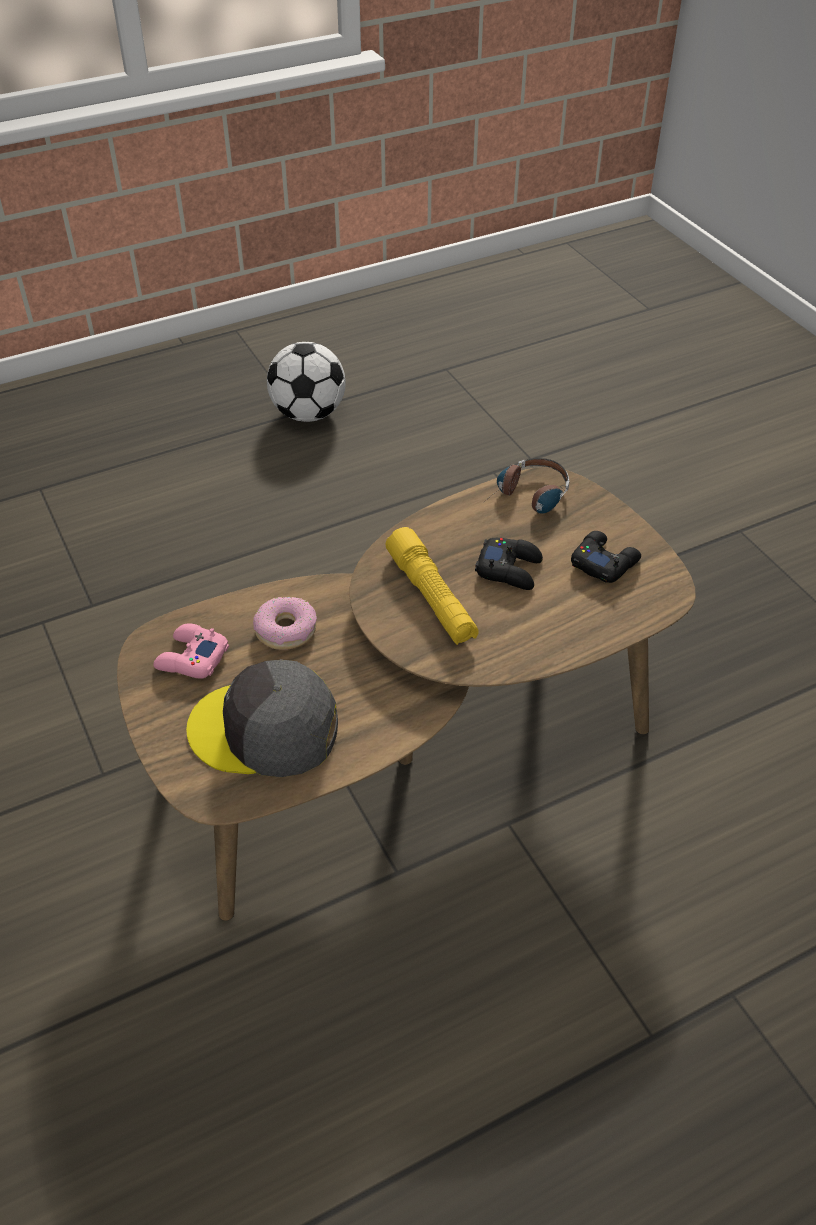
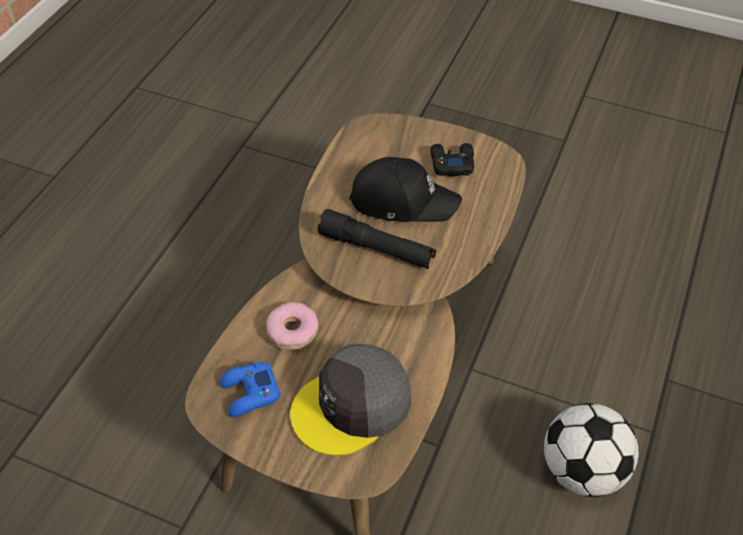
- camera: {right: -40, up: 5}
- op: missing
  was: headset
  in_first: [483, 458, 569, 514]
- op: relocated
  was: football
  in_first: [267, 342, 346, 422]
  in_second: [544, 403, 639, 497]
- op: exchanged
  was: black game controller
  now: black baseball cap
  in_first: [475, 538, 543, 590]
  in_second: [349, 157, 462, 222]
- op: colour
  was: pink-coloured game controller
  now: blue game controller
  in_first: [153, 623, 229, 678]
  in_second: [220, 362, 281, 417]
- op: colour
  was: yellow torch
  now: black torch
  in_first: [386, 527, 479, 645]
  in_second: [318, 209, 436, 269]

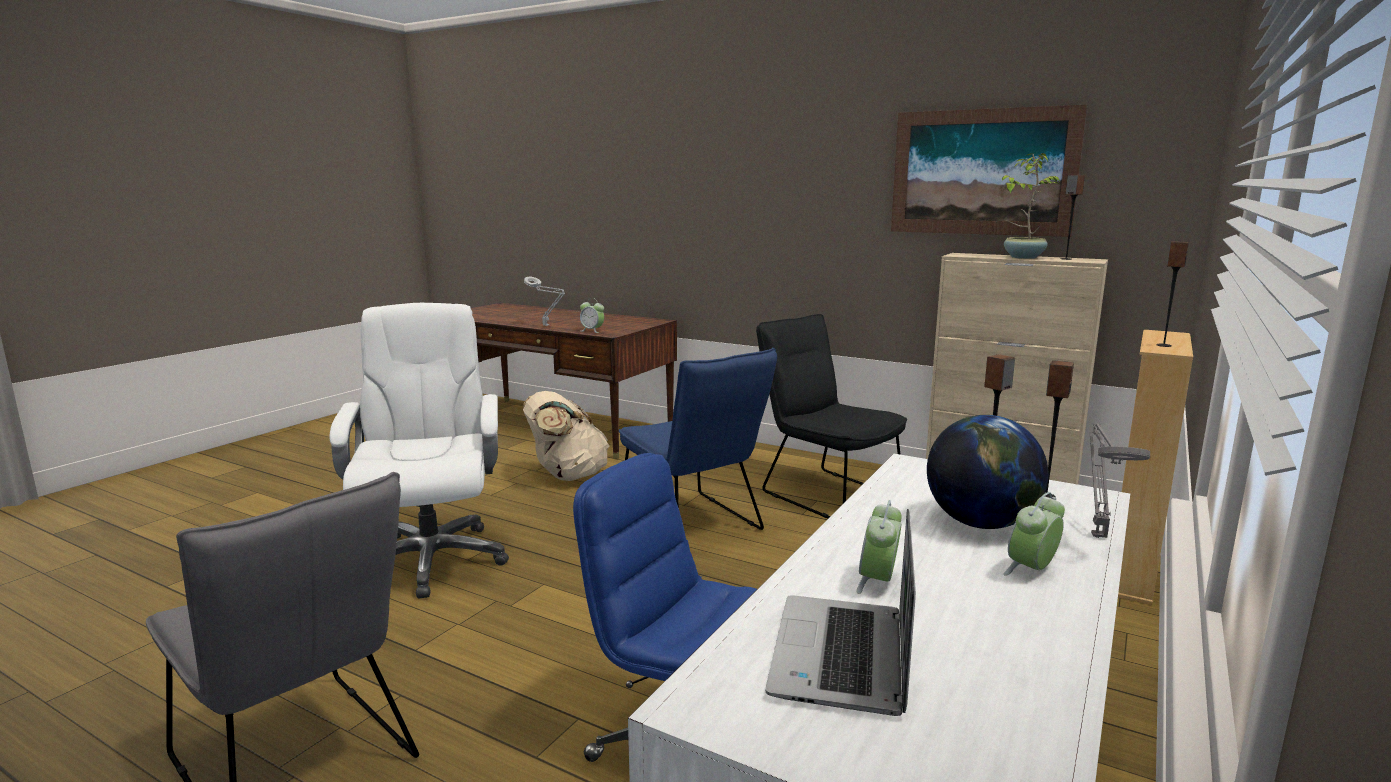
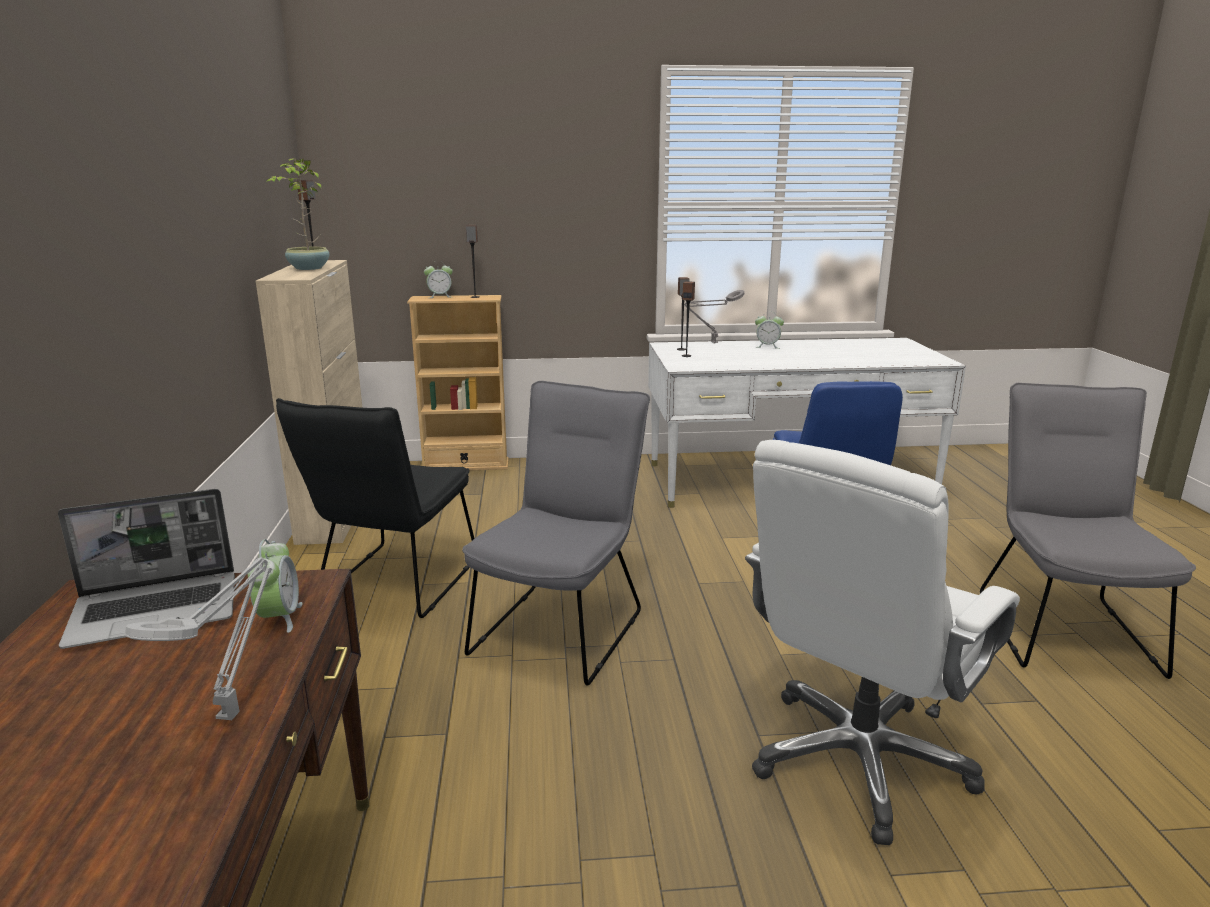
- camera: {right: -125, up: 5}
- op: missing
  was: beige-coloured rucksack
  in_first: [523, 391, 610, 481]
- op: missing
  was: wall art
  in_first: [891, 105, 1087, 237]
- op: missing
  was: world globe
  in_first: [927, 415, 1048, 529]
- op: relocated
  was: portable computer
  in_first: [765, 509, 916, 716]
  in_second: [58, 489, 235, 649]
- op: relocated
  was: bedside clock
  in_first: [856, 500, 902, 594]
  in_second: [424, 261, 453, 298]
- op: colour
  was: blue plain chair
  now: greyish plain chair
  in_first: [619, 348, 777, 530]
  in_second: [462, 381, 650, 686]

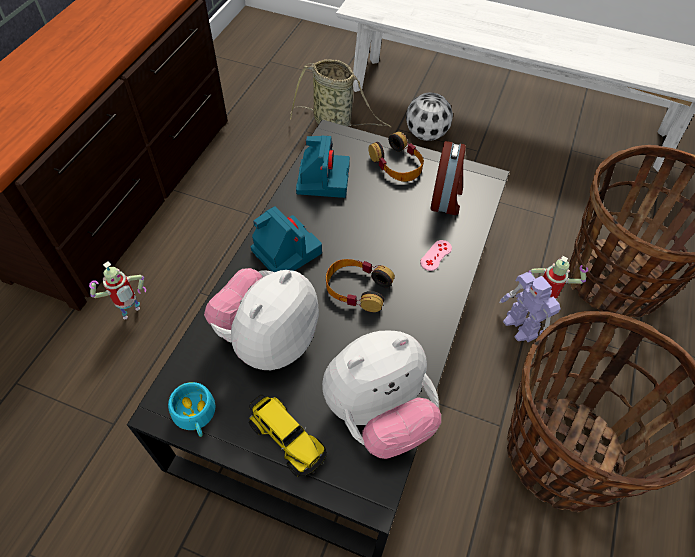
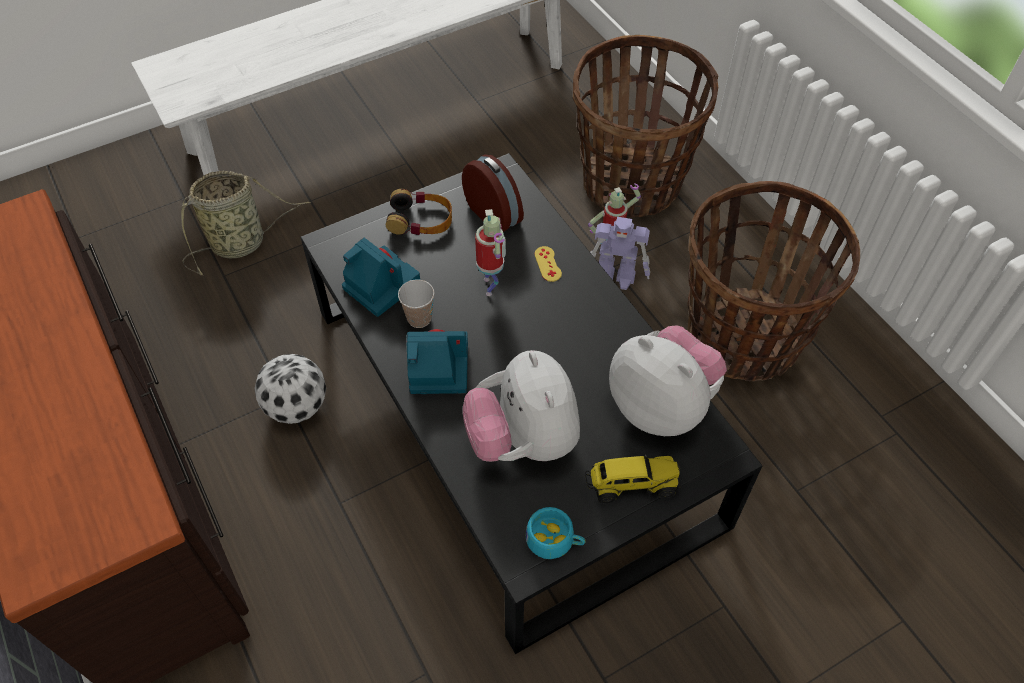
- camera: {right: -50, up: 0}
- op: missing
  was: headset
  in_first: [326, 259, 395, 312]
- op: appeared
  now: cup
  in_second: [398, 280, 434, 328]
- op: relocated
  was: model robot
  in_first: [89, 261, 146, 320]
  in_second: [475, 209, 506, 296]
- op: relocated
  was: football
  in_first: [406, 93, 453, 141]
  in_second: [254, 354, 326, 424]
- op: colour
  was: pink-coloured game controller
  now: yellow game controller
  in_first: [420, 240, 452, 271]
  in_second: [534, 246, 562, 282]
- op: spun
  was: plush toy
  in_first: [322, 330, 441, 459]
  in_second: [609, 325, 727, 436]
  clockwise: -60

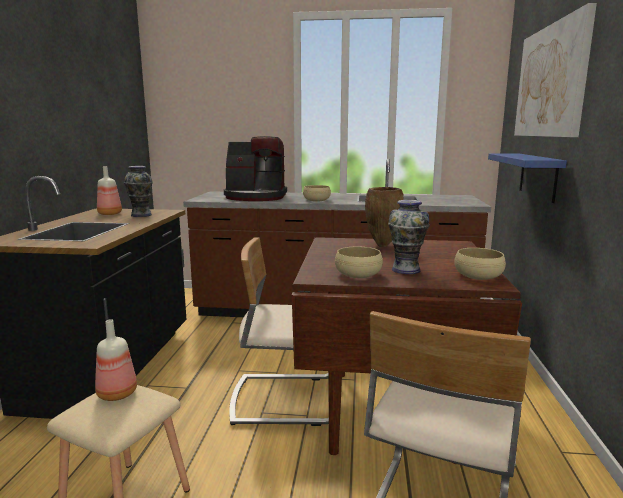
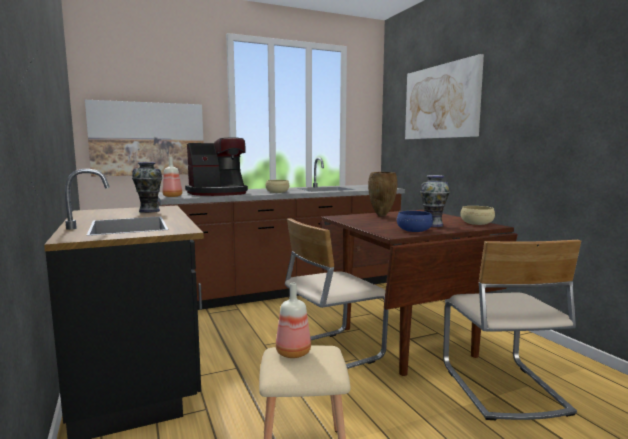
- camera: {right: -30, up: -5}
- op: missing
  was: blue wall shelf
  in_first: [488, 153, 567, 203]
- op: appeared
  now: wall art
  in_second: [85, 100, 204, 176]
- op: relocated
  was: drink bottle
  in_first: [97, 166, 122, 215]
  in_second: [162, 157, 182, 197]
- op: colour
  was: beige-coloured bowl
  now: blue bowl
  in_first: [335, 246, 383, 278]
  in_second: [397, 211, 433, 232]

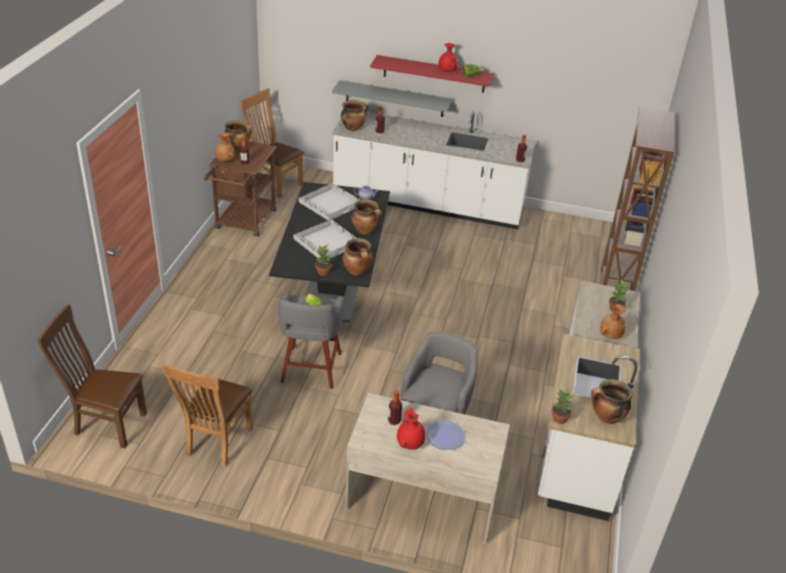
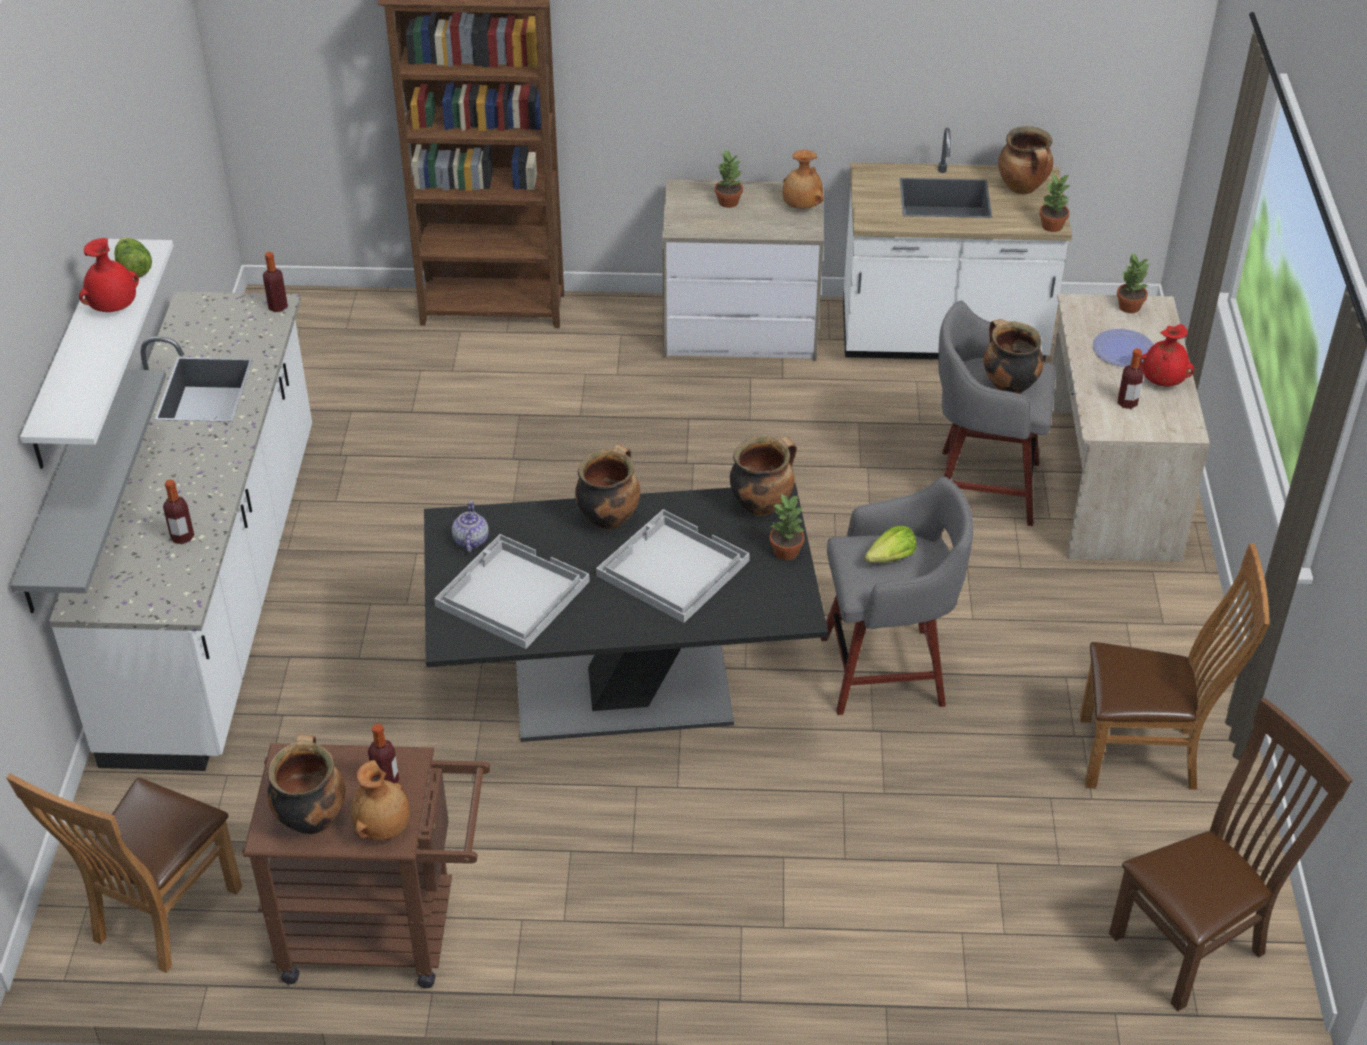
- camera: {right: -100, up: 5}
- op: appeared
  now: plant in a pot
  in_second: [1117, 252, 1150, 313]
- op: relocated
  was: cooking pot
  in_first: [341, 100, 369, 131]
  in_second: [983, 319, 1044, 394]
- op: colour
  was: red wall shelf
  now: white wall shelf
  in_first: [370, 55, 495, 93]
  in_second: [20, 239, 173, 469]
- op: spun
  was: brownish plain chair
  in_first: [37, 304, 147, 448]
  in_second: [1109, 698, 1353, 1011]
  clockwise: -120

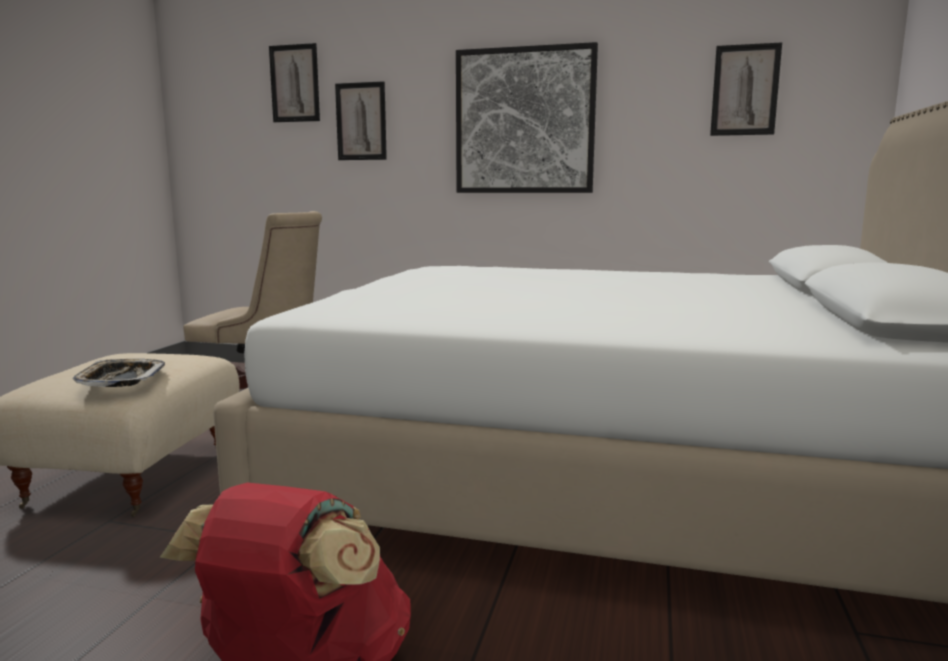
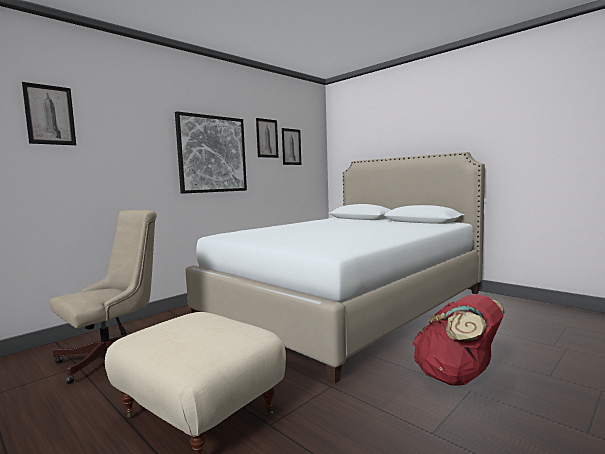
- camera: {right: -60, up: -5}
- op: missing
  was: tray
  in_first: [73, 359, 165, 387]
- op: relocated
  was: wall art
  in_first: [335, 81, 387, 160]
  in_second: [256, 118, 279, 158]

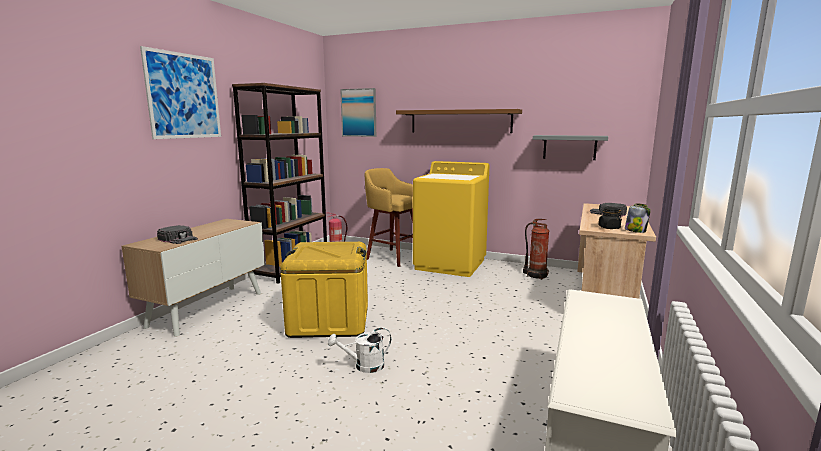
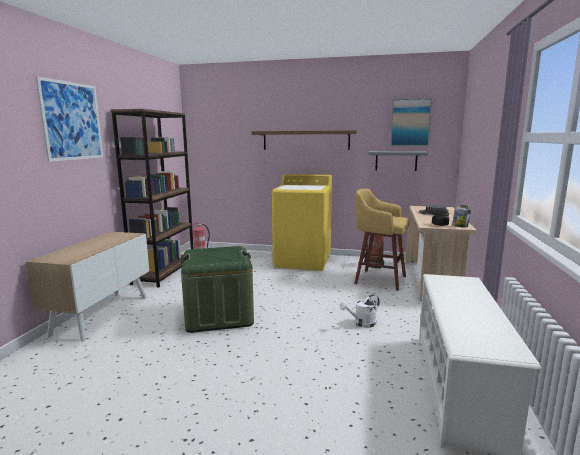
- camera: {right: -10, up: 0}
- op: missing
  was: black baseball cap
  in_first: [157, 225, 198, 244]
- op: relocated
  was: white watering can
  in_first: [328, 328, 391, 373]
  in_second: [340, 294, 380, 328]
- op: relocated
  was: wall art
  in_first: [340, 88, 376, 137]
  in_second: [390, 98, 432, 146]
- op: relocated
  was: yellow stool
  in_first: [365, 168, 413, 267]
  in_second: [354, 189, 410, 291]
- op: colour
  was: yellow storage bin
  now: green storage bin
  in_first: [280, 242, 368, 338]
  in_second: [181, 246, 254, 333]

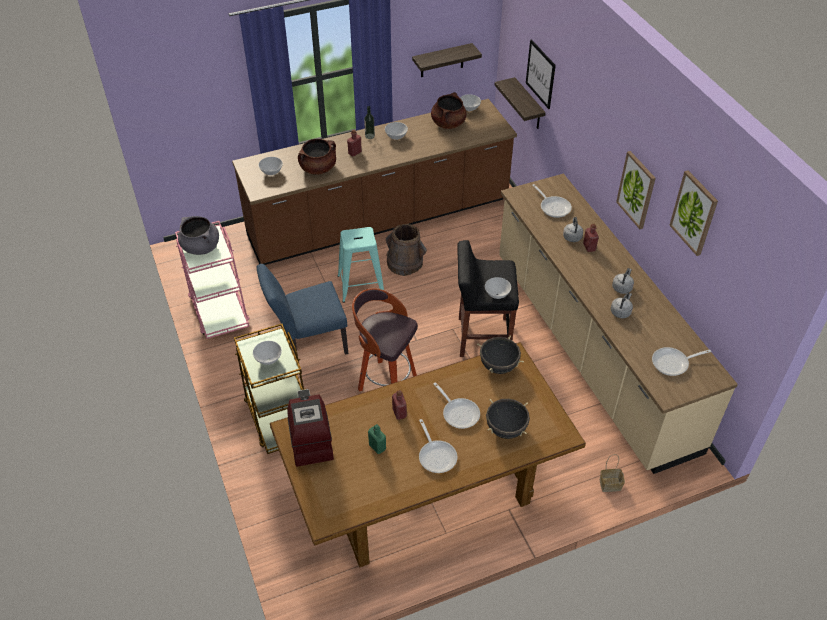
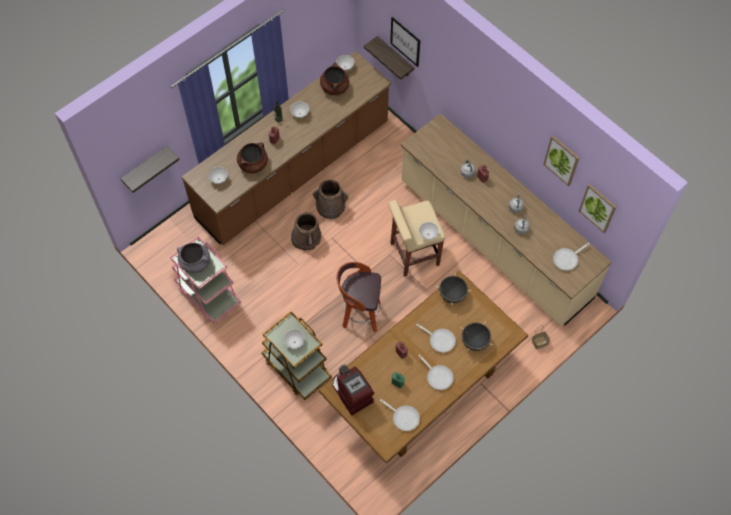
- camera: {right: -20, up: 15}
- op: missing
  was: blue plain chair
  in_first: [257, 264, 348, 355]
- op: relocated
  was: wall shelf
  in_first: [412, 43, 482, 77]
  in_second: [120, 146, 180, 193]
- op: relocated
  was: frying pan
  in_first: [532, 184, 572, 218]
  in_second: [380, 399, 420, 431]
- op: relocated
  was: wall art
  in_first: [616, 151, 656, 229]
  in_second: [579, 184, 617, 233]
- op: exchanged
  was: blue-green stool
  now: brownish bucket
  in_first: [338, 227, 384, 303]
  in_second: [291, 212, 321, 251]
- op: colour
  was: black stool
  now: beige-coloured stool
  in_first: [457, 240, 519, 357]
  in_second: [388, 200, 445, 277]

